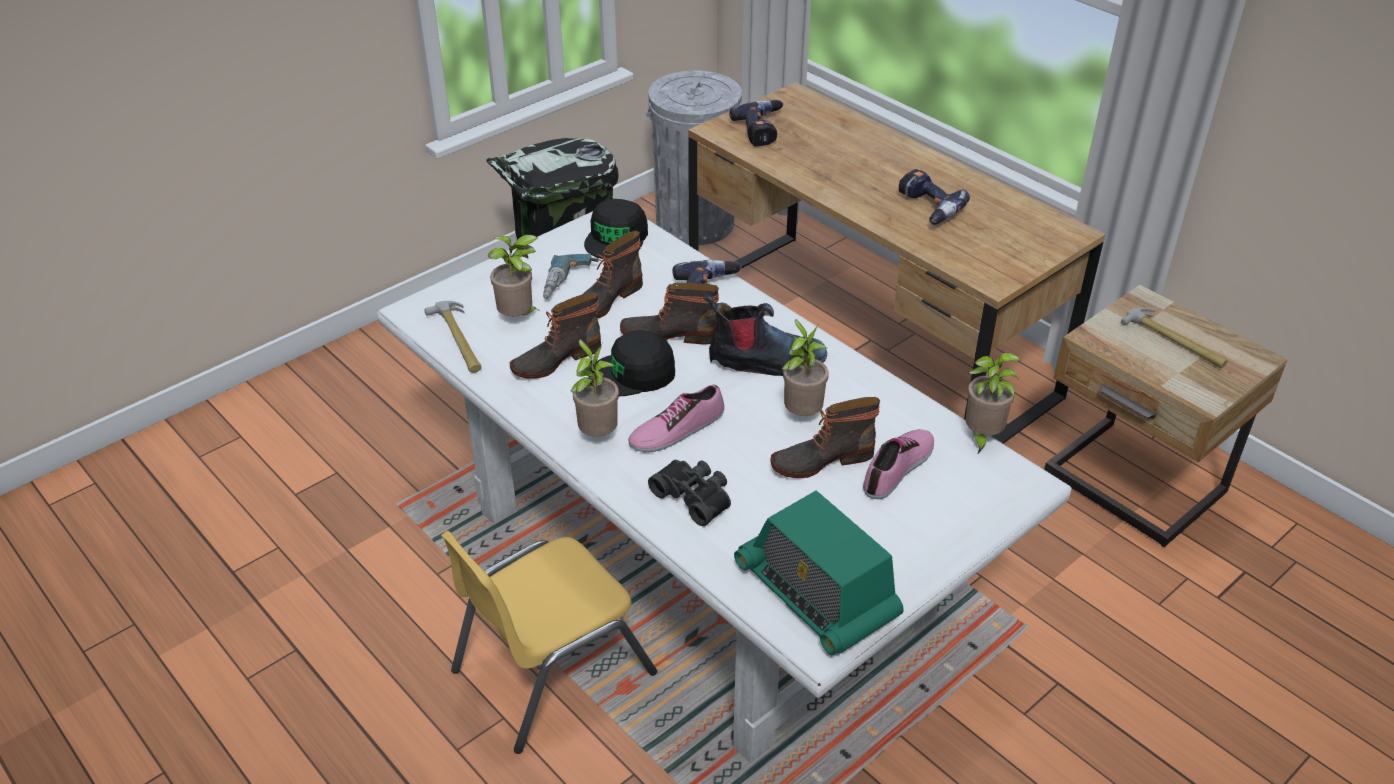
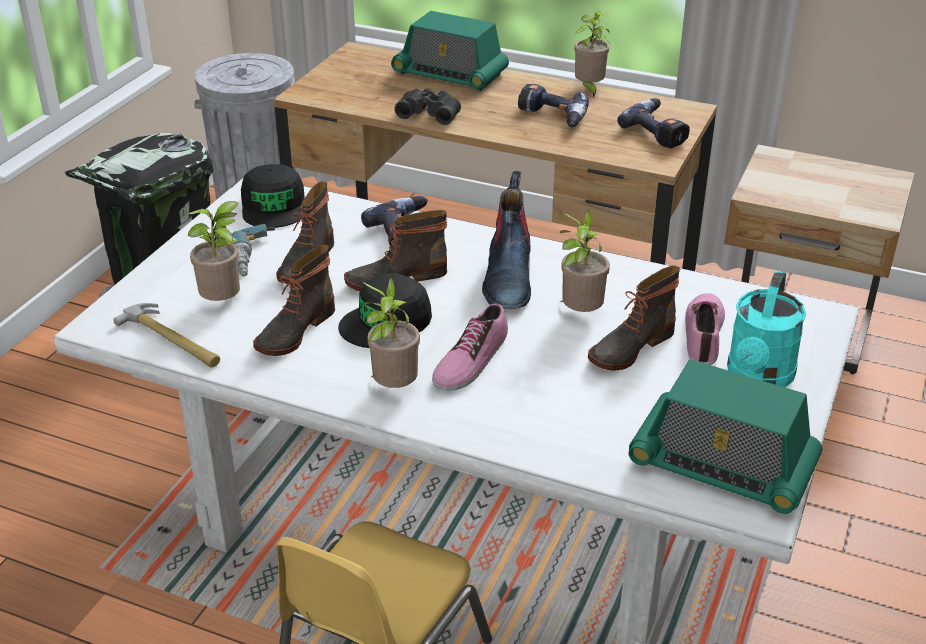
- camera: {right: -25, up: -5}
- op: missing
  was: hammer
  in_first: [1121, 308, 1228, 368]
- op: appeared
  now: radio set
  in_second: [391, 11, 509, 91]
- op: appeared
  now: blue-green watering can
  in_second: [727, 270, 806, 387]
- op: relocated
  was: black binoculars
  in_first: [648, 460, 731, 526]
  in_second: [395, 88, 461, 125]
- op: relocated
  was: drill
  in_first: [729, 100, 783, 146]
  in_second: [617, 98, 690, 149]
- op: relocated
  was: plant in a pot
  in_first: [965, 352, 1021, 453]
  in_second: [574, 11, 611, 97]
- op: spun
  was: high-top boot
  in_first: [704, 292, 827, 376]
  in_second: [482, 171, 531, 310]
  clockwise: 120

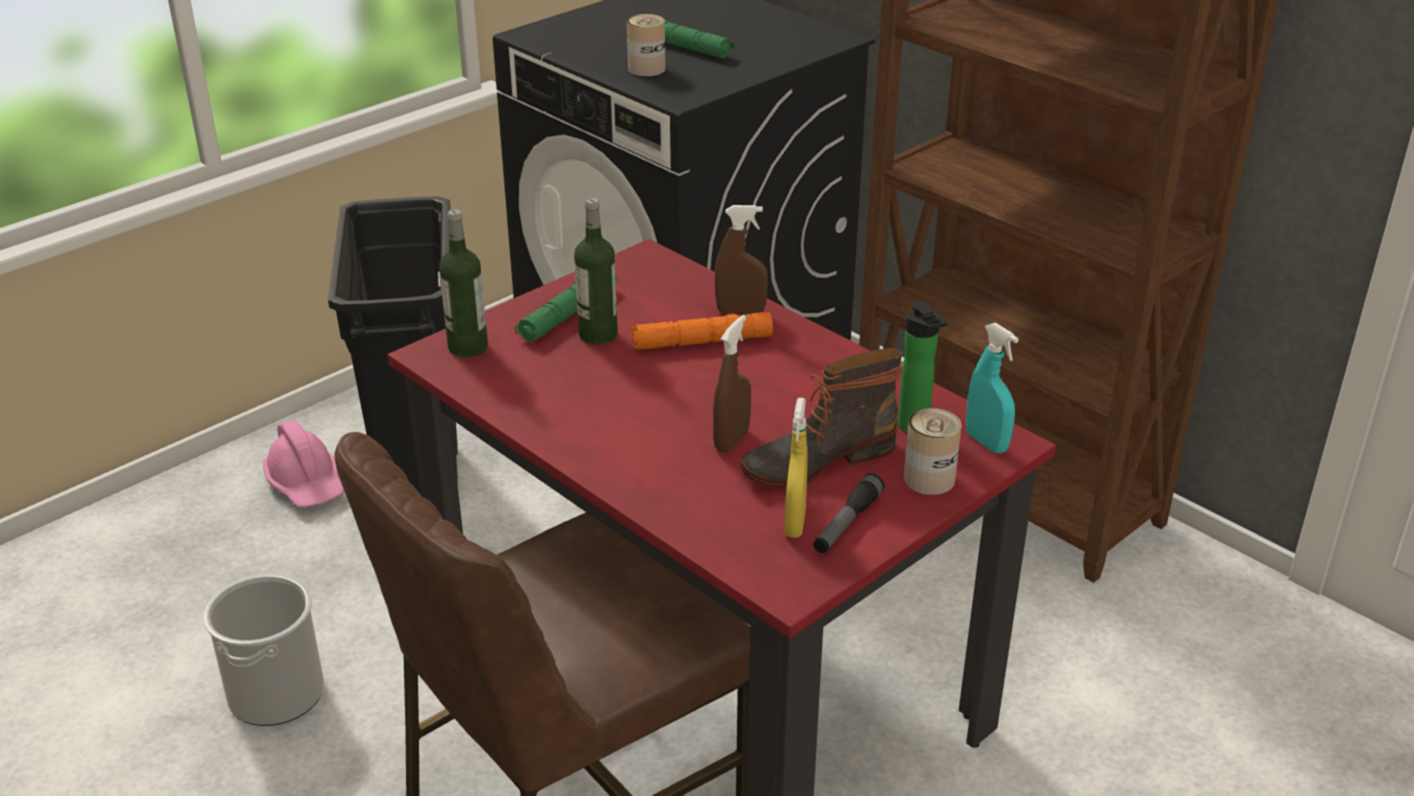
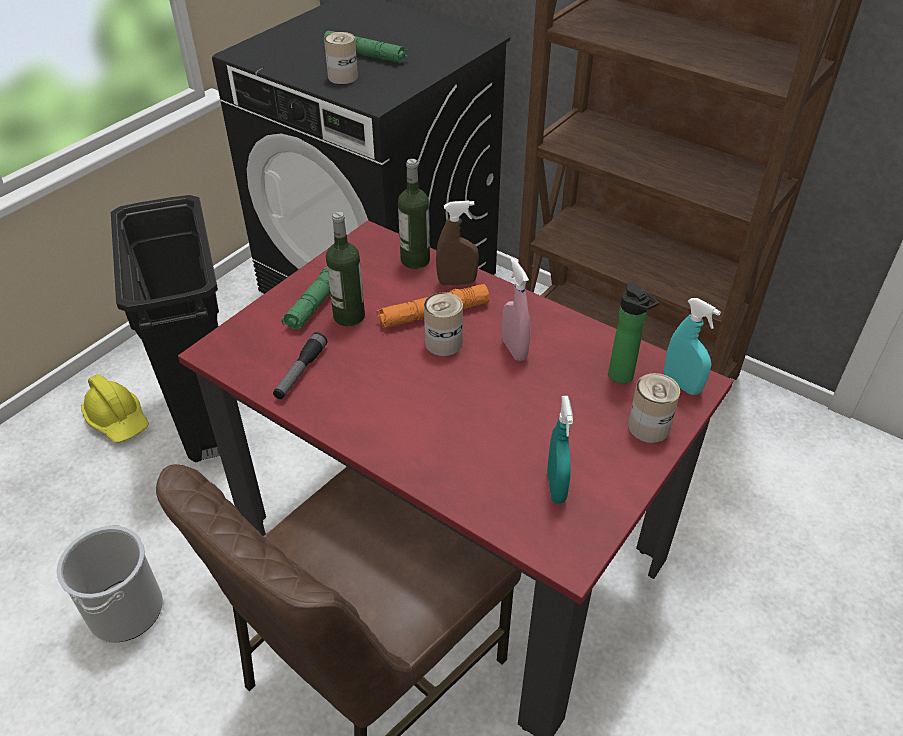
- camera: {right: -10, up: 10}
- op: missing
  was: brownish spray bottle
  in_first: [713, 315, 751, 452]
- op: missing
  was: high-top boot
  in_first: [740, 348, 903, 489]
- op: appeared
  now: metal can
  in_second: [424, 292, 463, 356]
- op: appeared
  now: pink-coloured spray bottle
  in_second: [502, 258, 531, 361]
- op: relocated
  was: drink bottle
  in_first: [439, 209, 488, 357]
  in_second: [398, 159, 430, 269]
- op: relocated
  was: torch
  in_first: [813, 473, 884, 553]
  in_second: [273, 332, 327, 399]
- op: colour
  was: pink-coloured hard hat
  now: yellow hard hat
  in_first: [263, 420, 344, 507]
  in_second: [81, 374, 149, 442]
- op: colour
  was: yellow spray bottle
  now: blue-green spray bottle
  in_first: [784, 398, 808, 538]
  in_second: [547, 396, 573, 504]

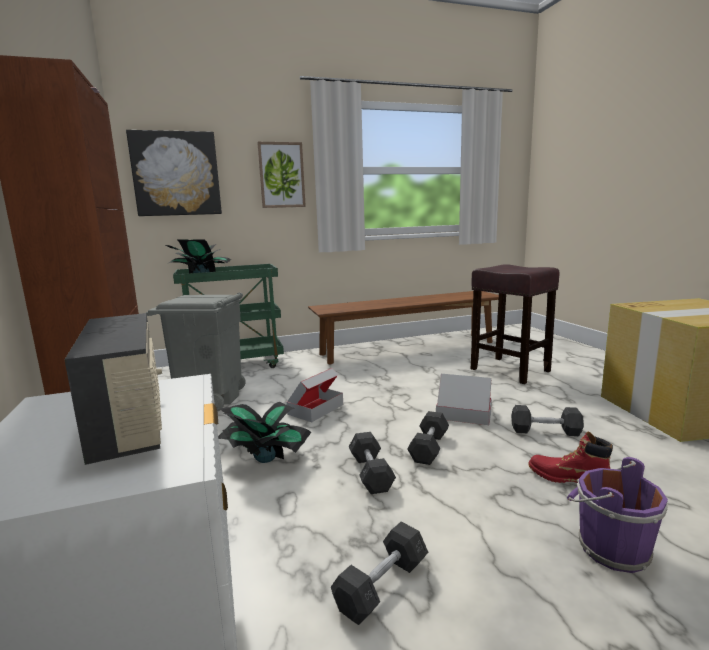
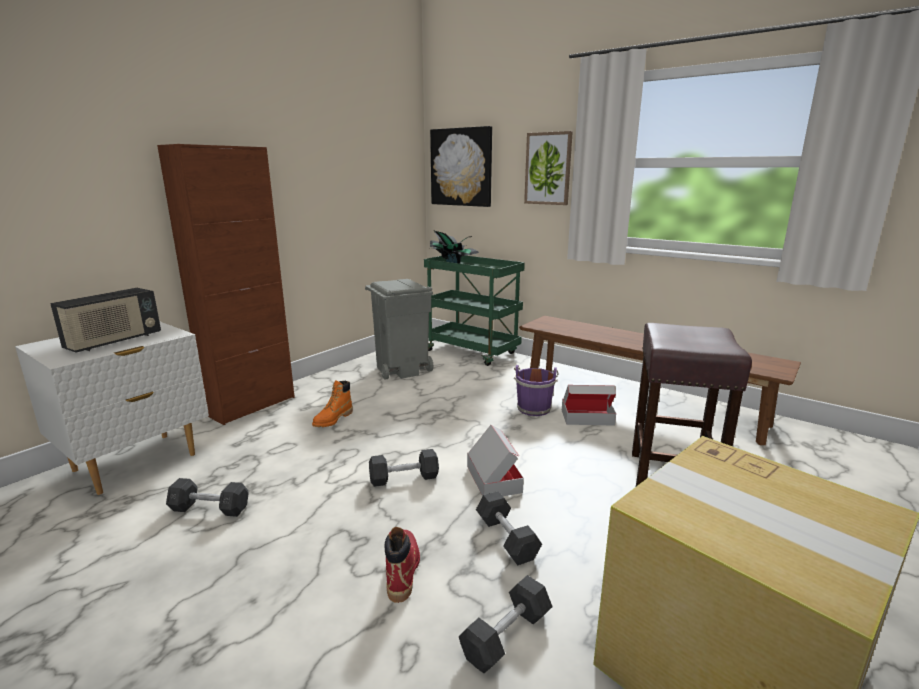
- camera: {right: 55, up: 5}
- op: relocated
  was: carton
  in_first: [286, 368, 343, 422]
  in_second: [562, 385, 616, 426]
- op: relocated
  was: greyish free weight
  in_first: [349, 432, 396, 494]
  in_second: [459, 575, 552, 673]
- op: relocated
  was: purplish bucket
  in_first: [567, 457, 668, 573]
  in_second: [514, 365, 558, 416]
- op: exchanged
  was: plant in a pot
  now: orangey high-top boot
  in_first: [217, 402, 312, 463]
  in_second: [312, 380, 353, 427]

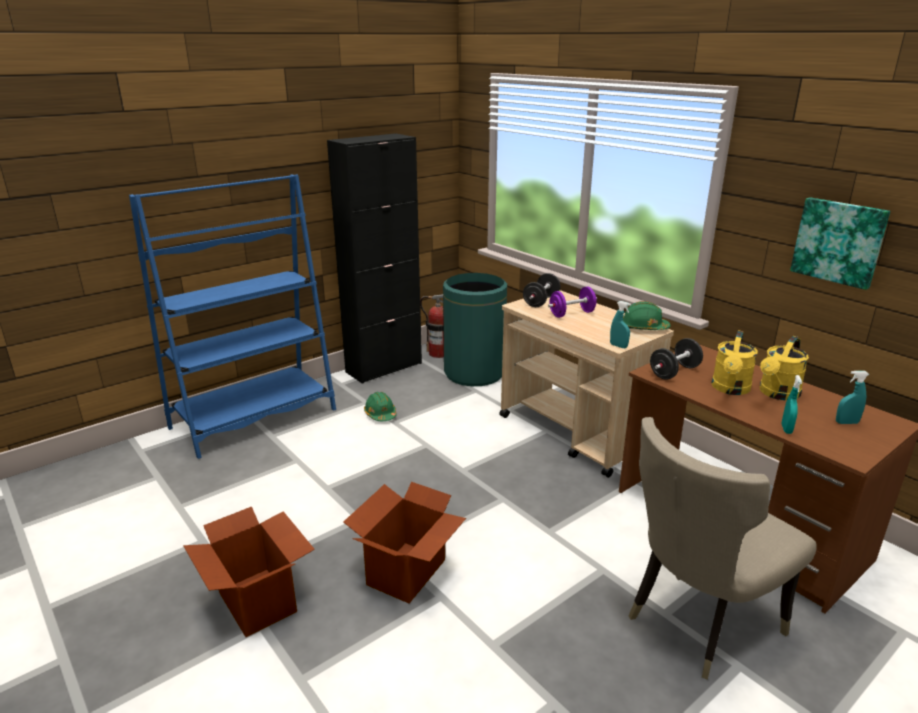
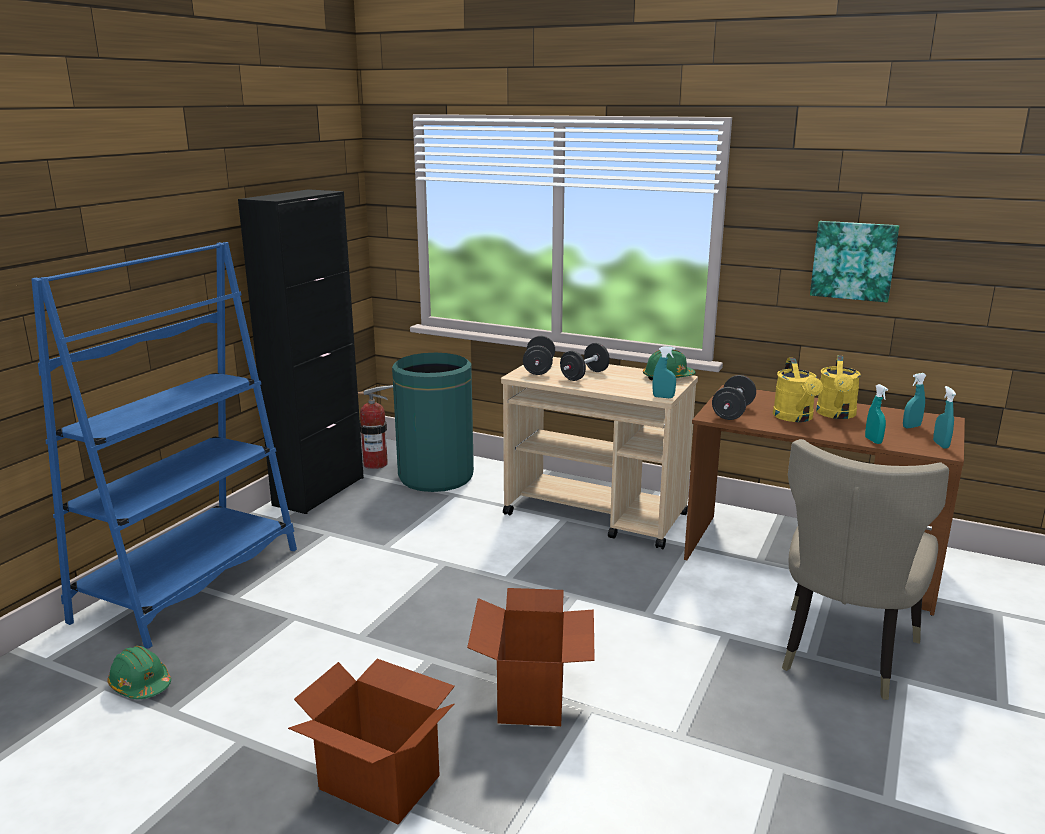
- camera: {right: -25, up: -5}
- op: appeared
  now: blue-green spray bottle
  in_second: [933, 386, 956, 449]
- op: relocated
  was: green hard hat
  in_first: [364, 392, 397, 421]
  in_second: [107, 646, 171, 699]
- op: colour
  was: purplish free weight
  now: black free weight
  in_first: [548, 287, 597, 318]
  in_second: [560, 343, 610, 381]

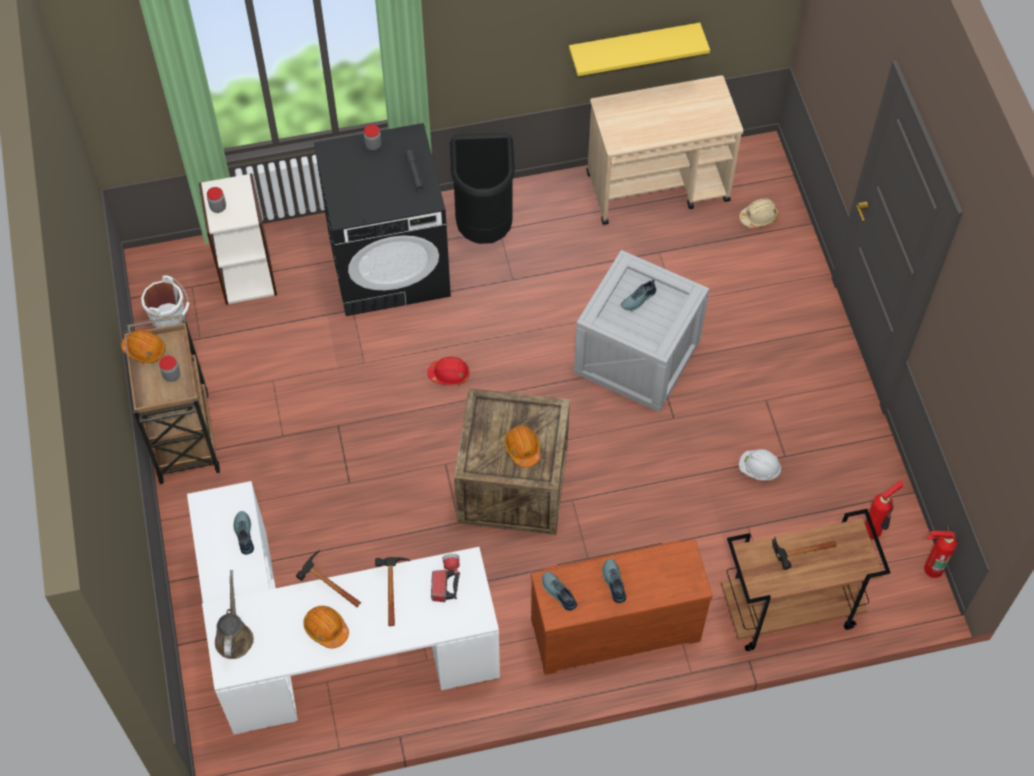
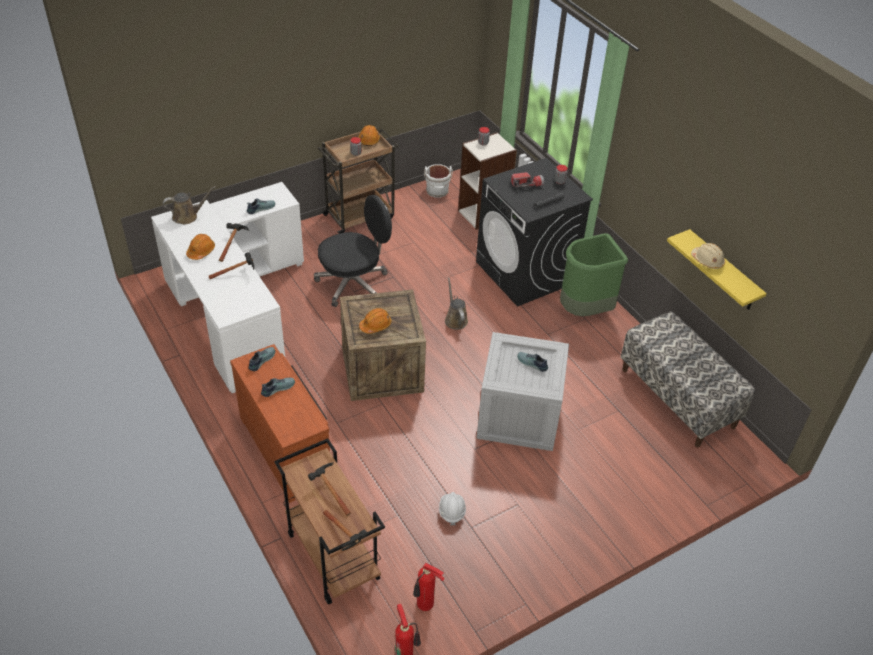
- camera: {right: 70, up: -15}
- op: appeared
  now: black office chair
  in_second: [314, 195, 392, 307]
- op: appeared
  now: hammer
  in_second: [323, 510, 368, 551]
- op: relocated
  was: torch
  in_first: [431, 554, 460, 602]
  in_second: [511, 172, 544, 187]
- op: relocated
  was: beige-coloured hard hat
  in_first: [740, 198, 778, 228]
  in_second: [691, 243, 725, 269]
- op: exchanged
  was: red hard hat
  now: brownish watering can
  in_first: [428, 357, 470, 386]
  in_second: [445, 278, 468, 330]
- op: exchanged
  was: beige-coloured cart
  now: long seat
  in_first: [586, 75, 744, 225]
  in_second: [621, 312, 755, 447]
- op: colour
  was: black trash can
  now: green trash can
  in_first: [450, 133, 515, 244]
  in_second: [560, 233, 628, 316]

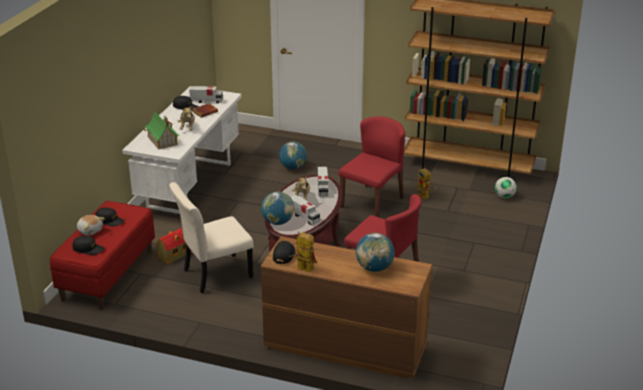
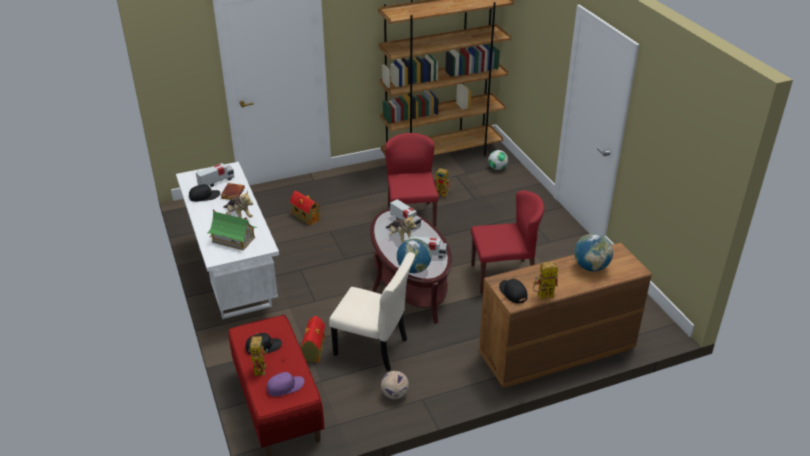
- camera: {right: -40, up: 5}
- op: appeared
  now: football
  in_second: [381, 371, 409, 399]
- op: exchanged
  was: plush toy
  now: model robot
  in_first: [77, 215, 105, 236]
  in_second: [248, 333, 268, 376]
- op: exchanged
  was: world globe
  now: model house
  in_first: [279, 142, 307, 169]
  in_second: [290, 191, 320, 225]
- op: colour
  was: black baseball cap
  now: purplish baseball cap
  in_first: [73, 236, 104, 255]
  in_second: [266, 372, 304, 396]
- op: spun
  was: beige-coloured plain chair
  in_first: [169, 182, 254, 293]
  in_second: [329, 252, 415, 371]
  clockwise: -90

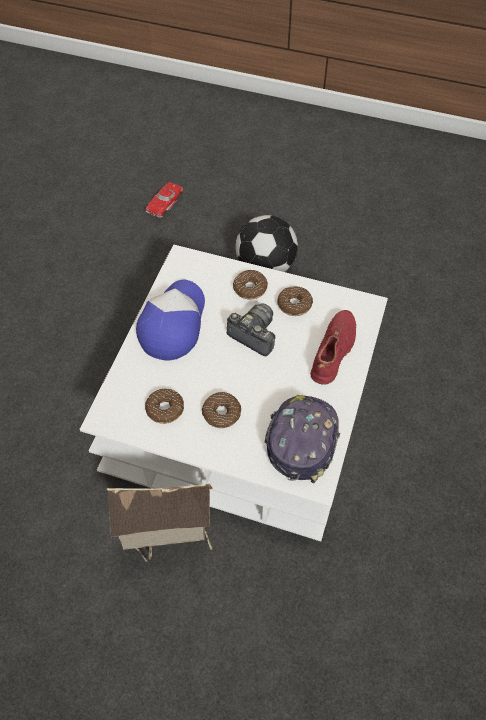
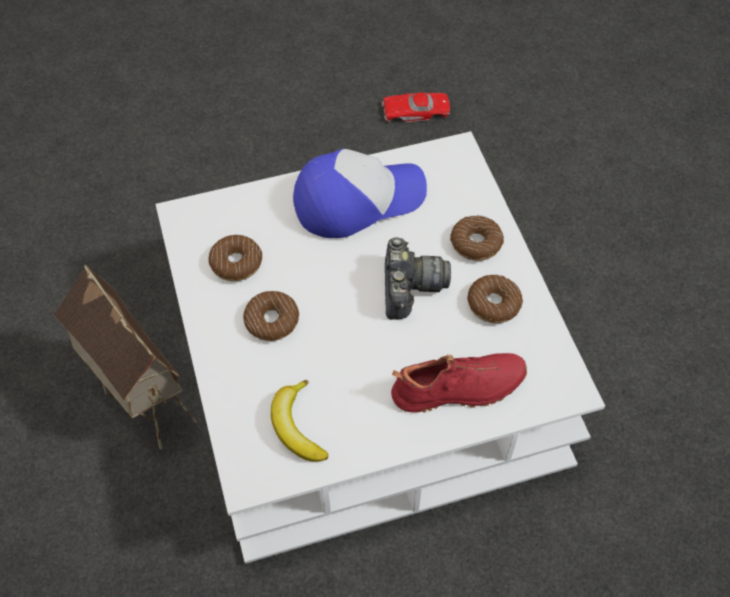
- camera: {right: 55, up: 0}
- op: missing
  was: football
  in_first: [236, 215, 298, 272]
- op: relocated
  was: red toy car
  in_first: [145, 182, 183, 218]
  in_second: [382, 92, 450, 122]
- op: exchanged
  was: baseball cap
  now: banana fruit
  in_first: [265, 395, 340, 484]
  in_second: [271, 380, 329, 462]

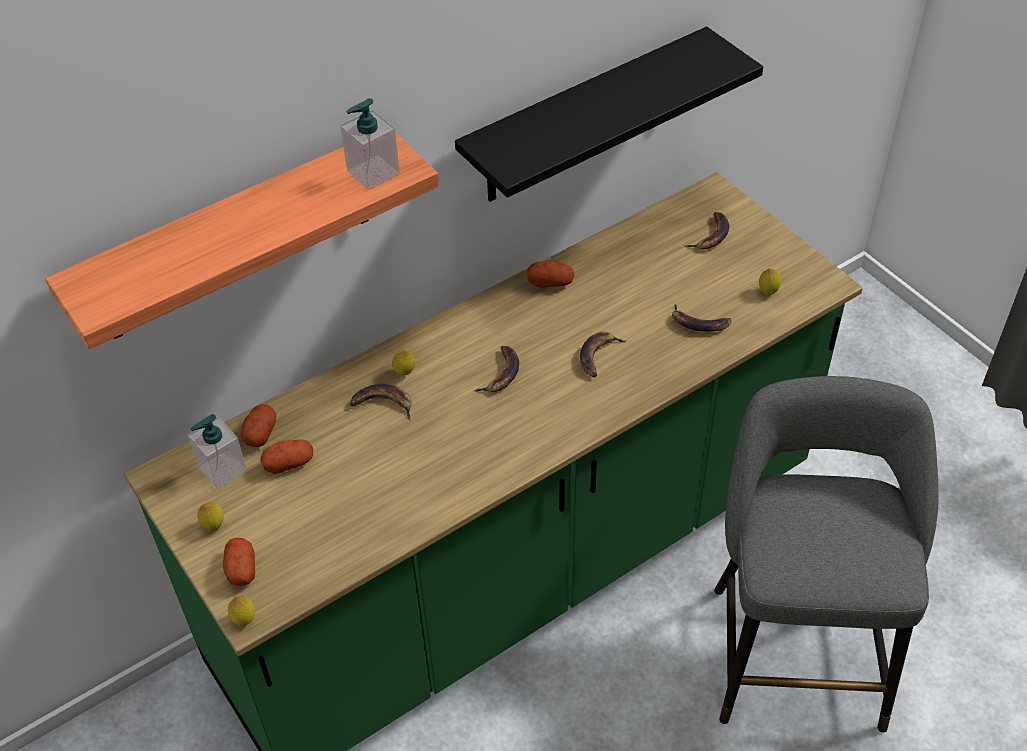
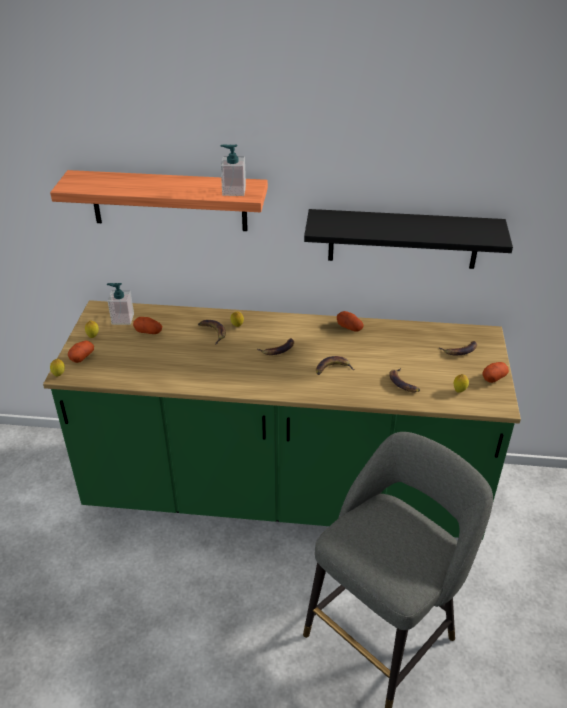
- camera: {right: 40, up: -10}
- op: relocated
  was: spud
  in_first: [241, 404, 276, 447]
  in_second: [482, 362, 509, 383]

